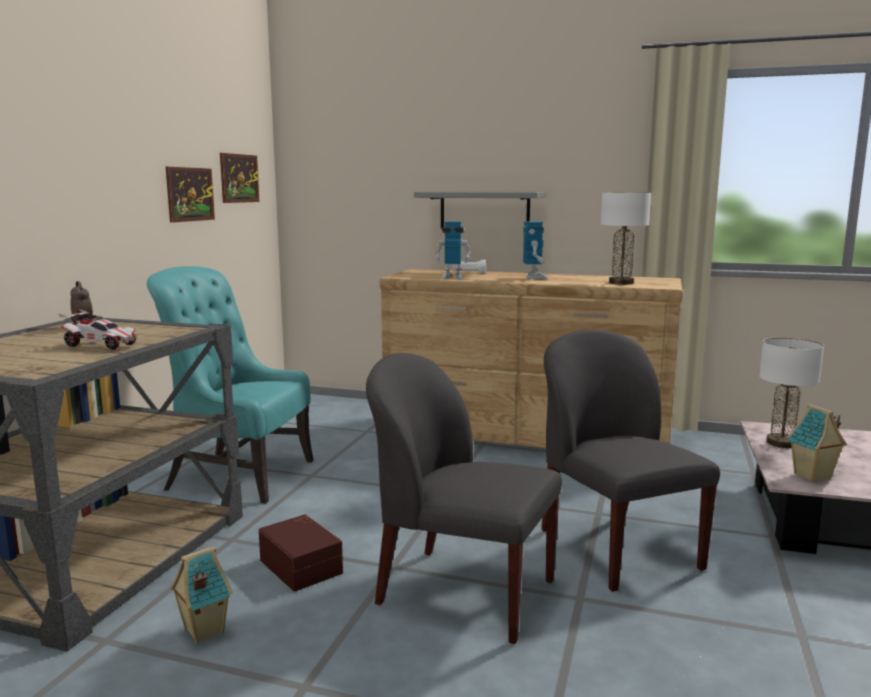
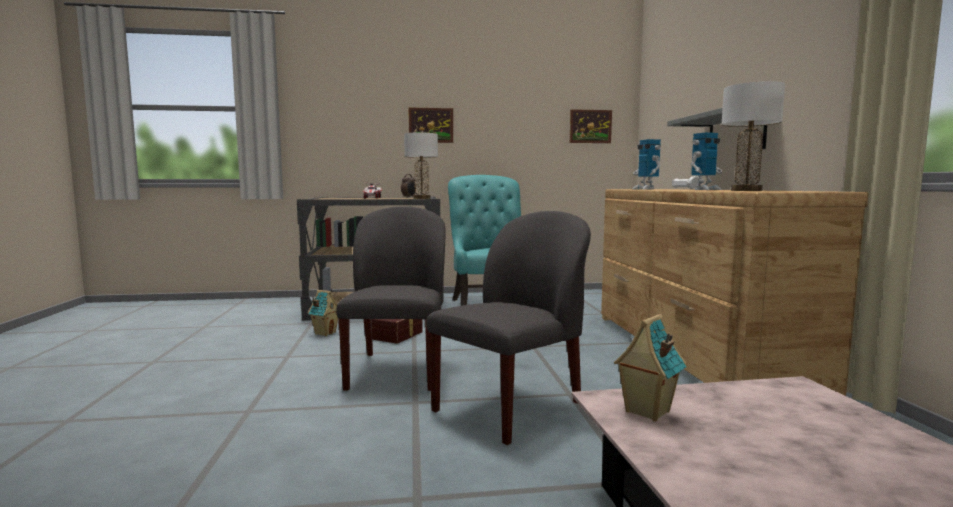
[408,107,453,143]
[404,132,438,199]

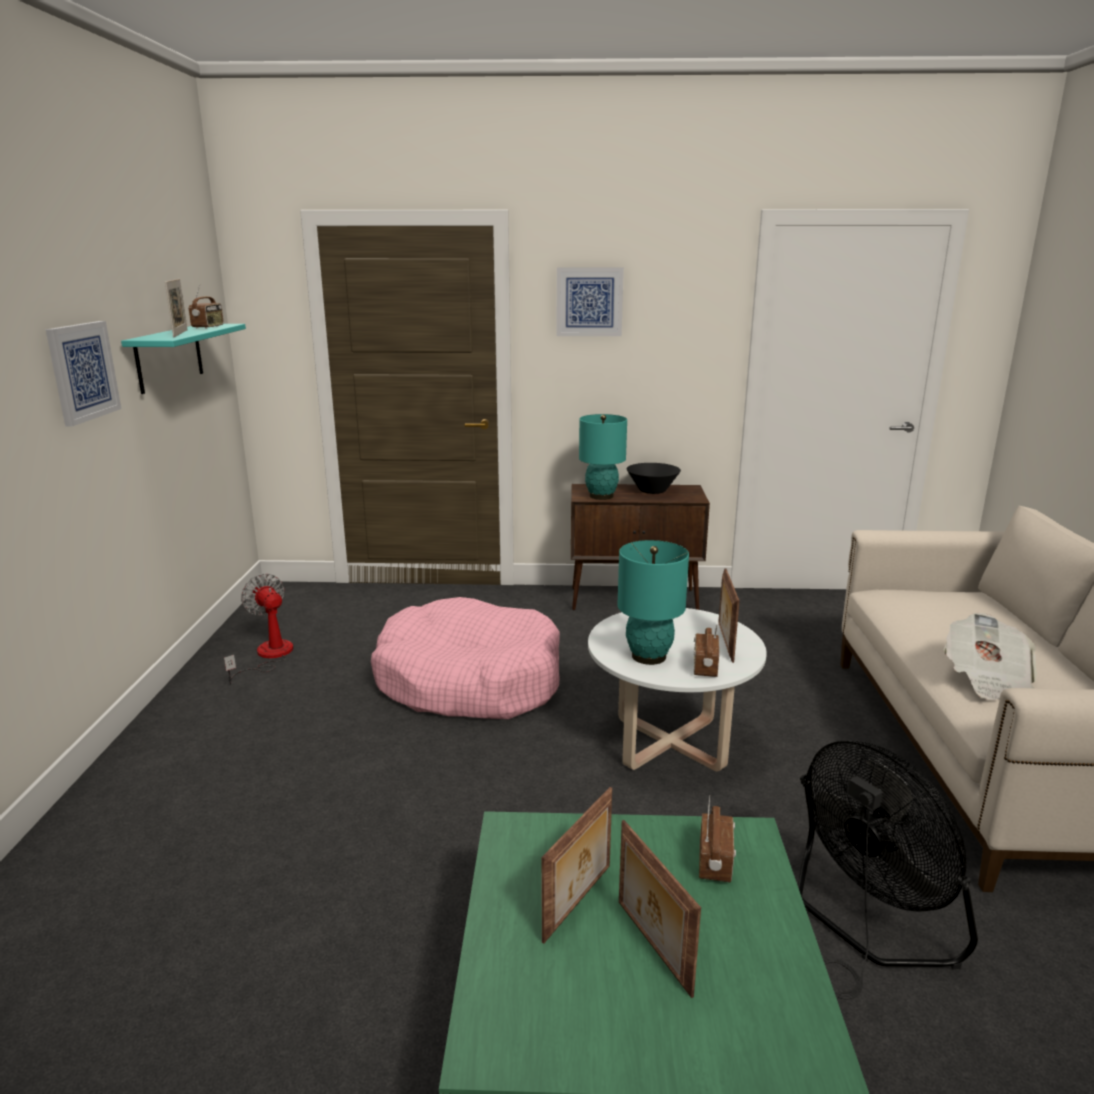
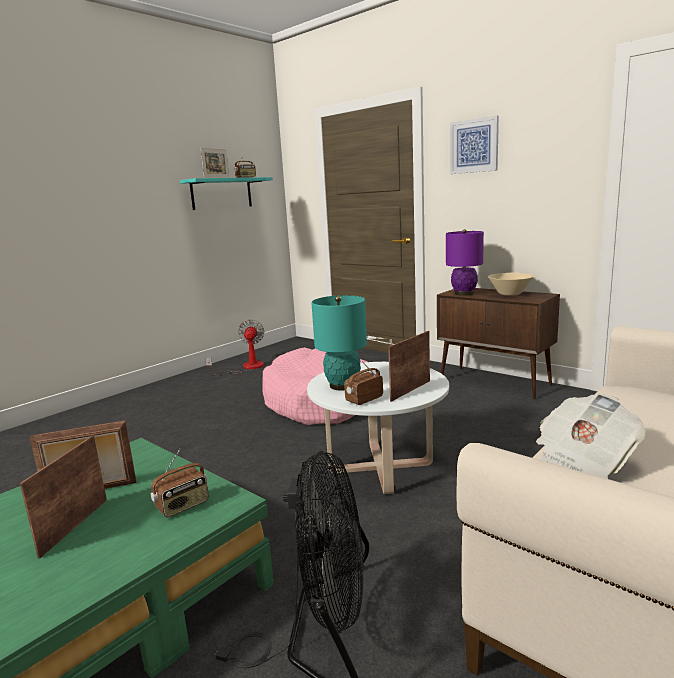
[46,321,121,426] (first image)
[446,229,484,296]
[488,273,534,296]

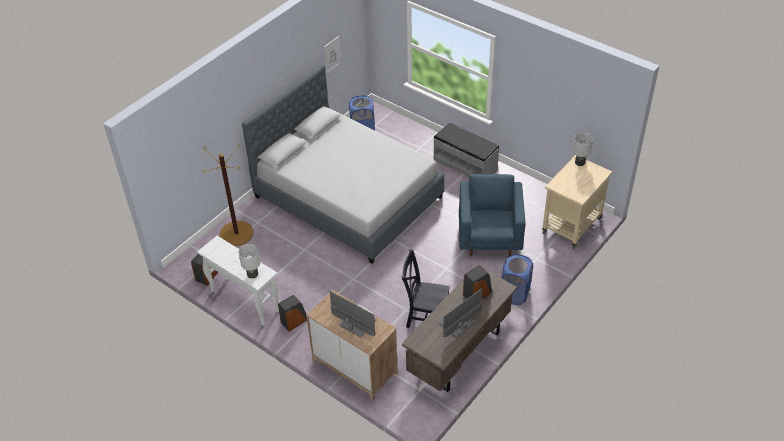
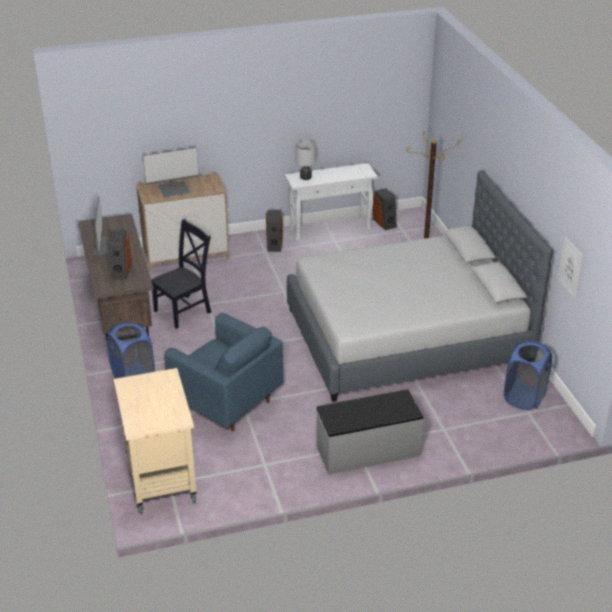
[573,133,593,166] (first image)

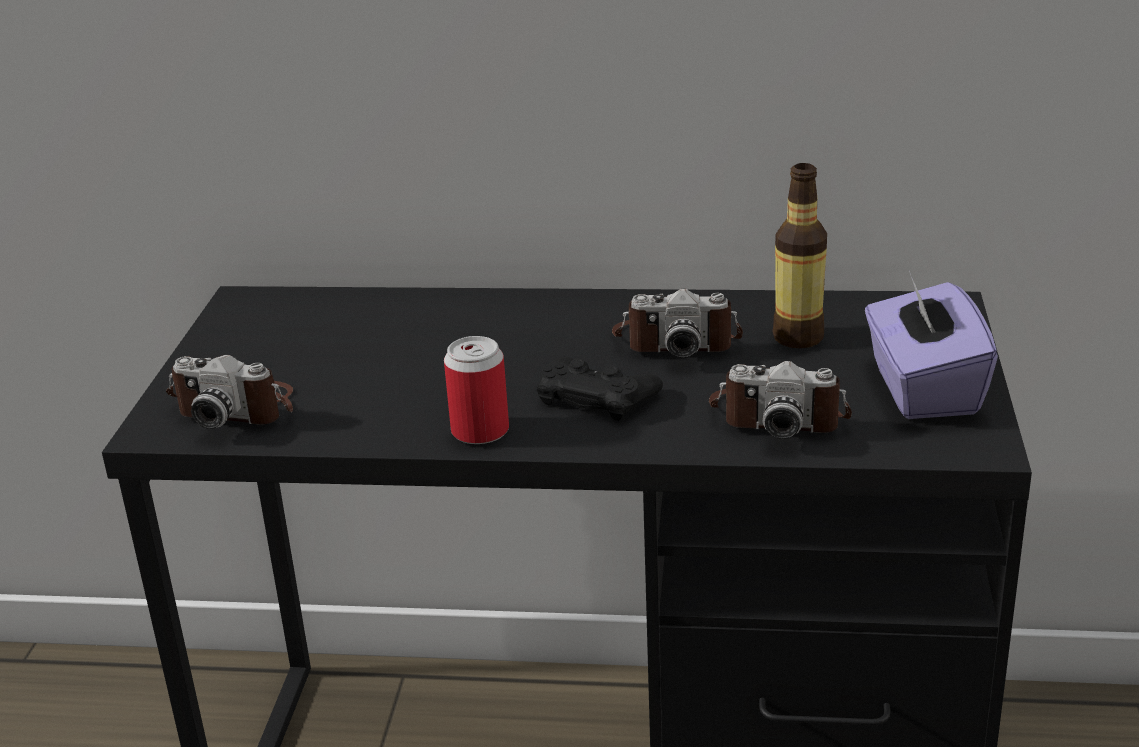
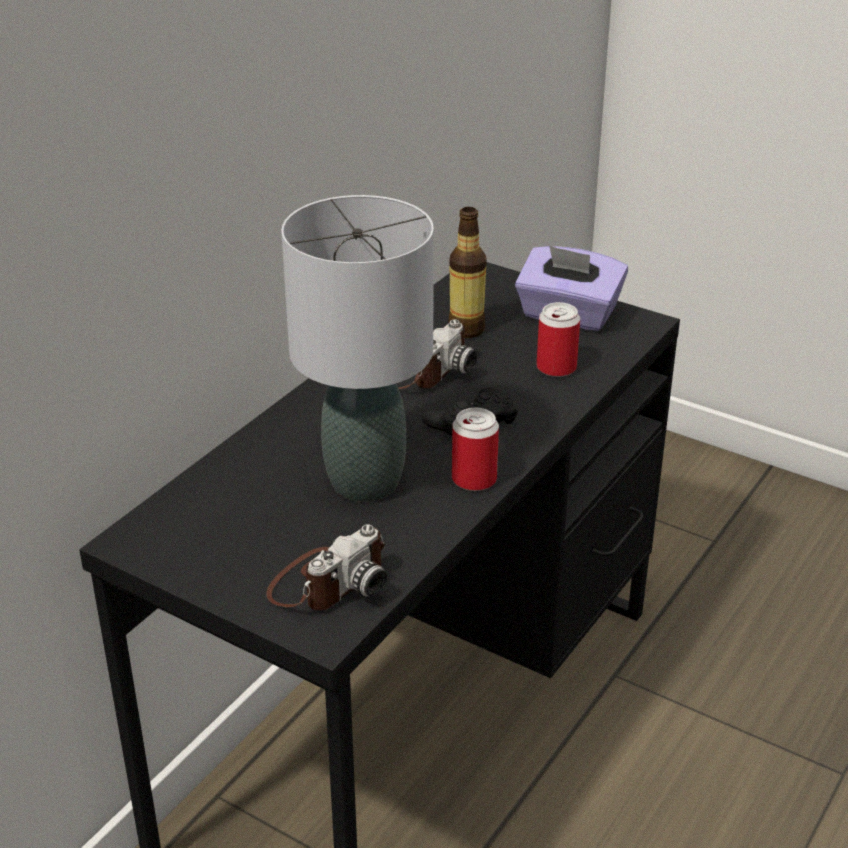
[537,302,580,377]
[281,195,434,502]

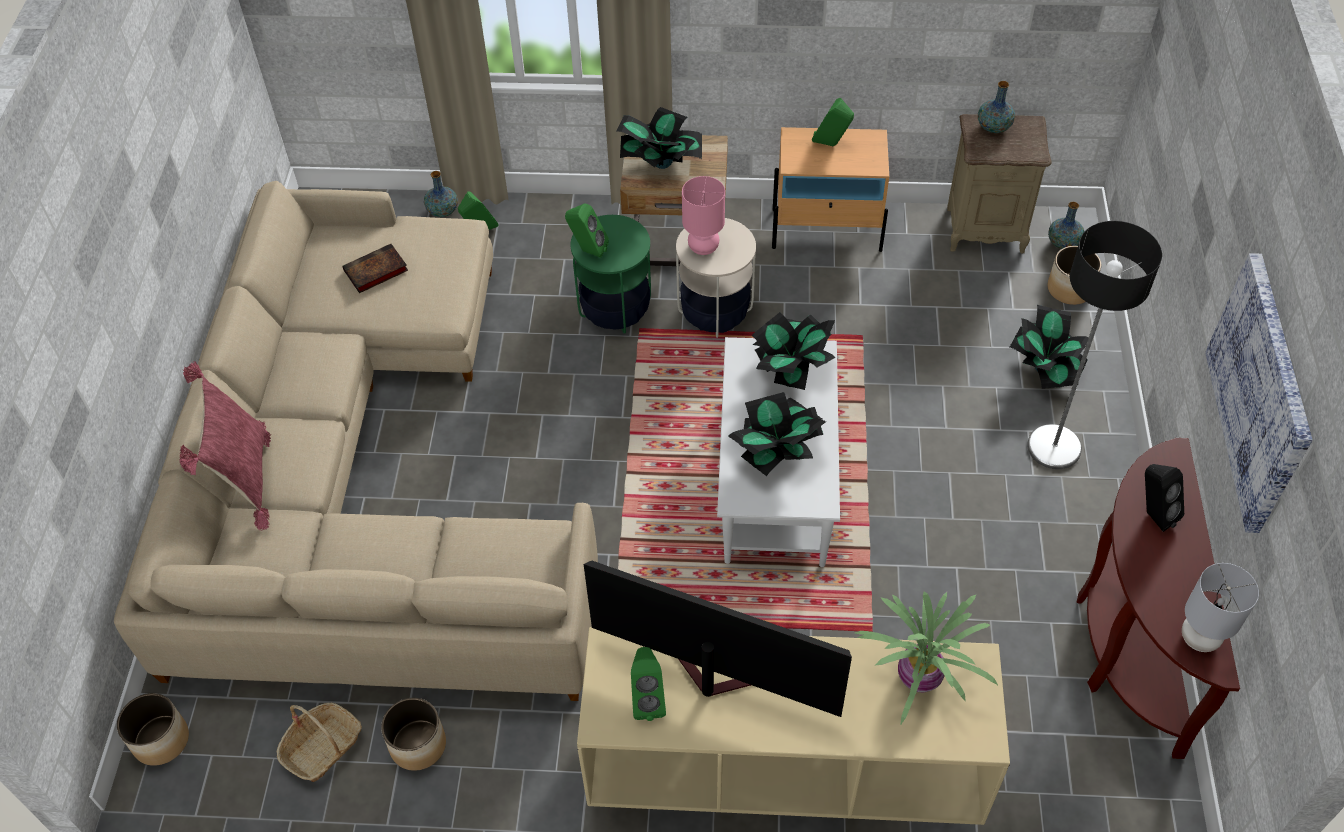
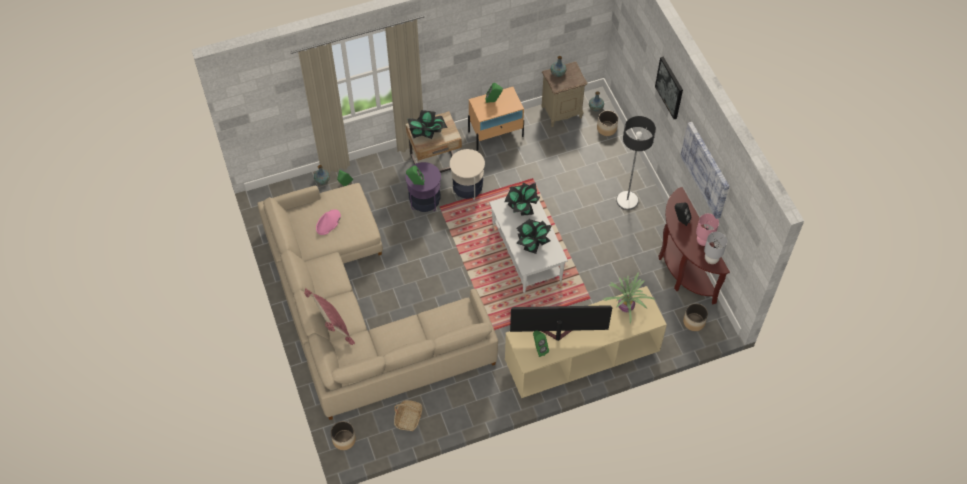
[316,209,341,235]
[683,303,708,331]
[405,162,441,212]
[696,214,719,246]
[1010,305,1089,389] (first image)
[655,57,683,119]

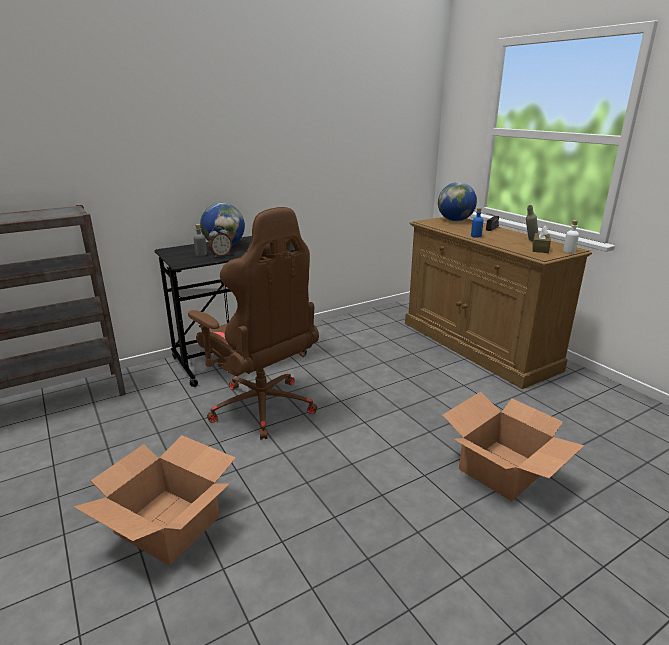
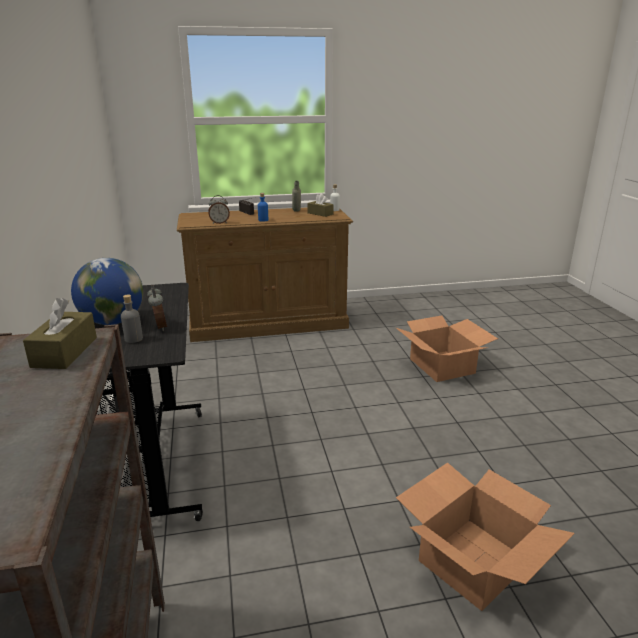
[188,207,319,440] (first image)
[438,182,477,221] (first image)
[23,298,97,369]
[208,195,230,224]

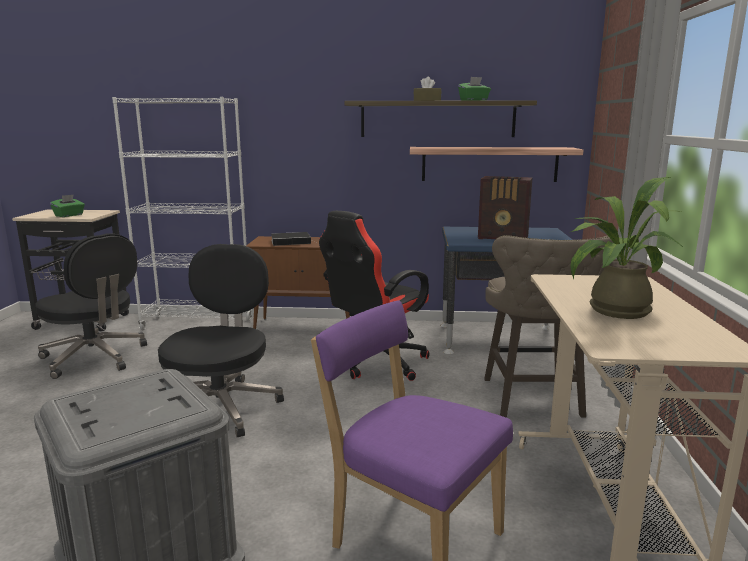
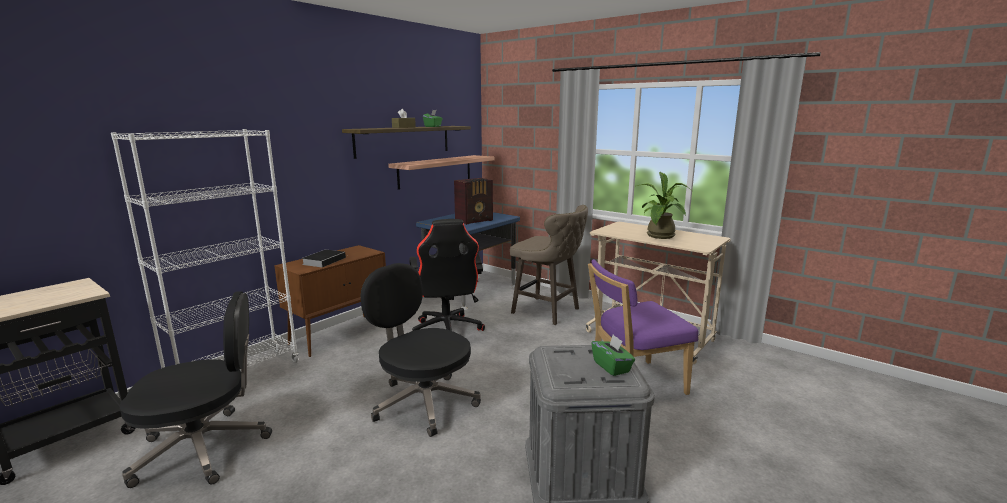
[591,334,635,376]

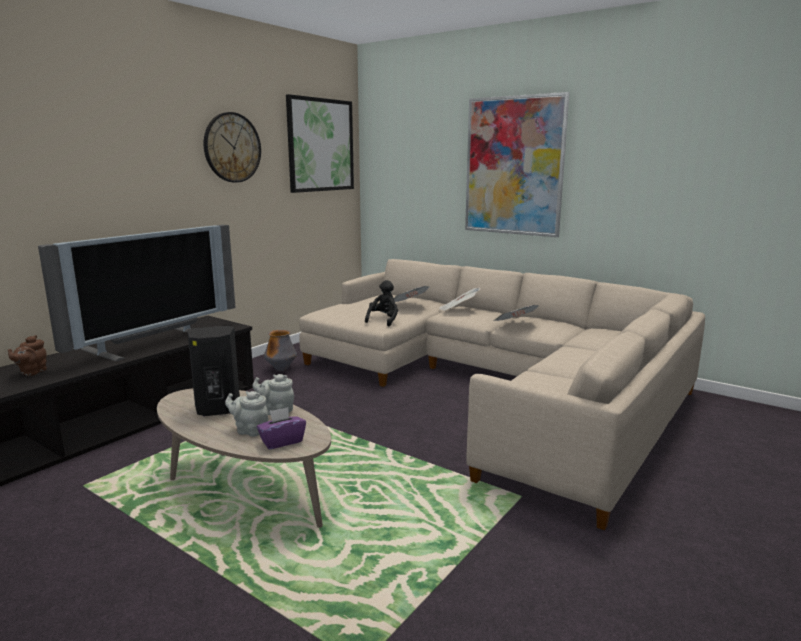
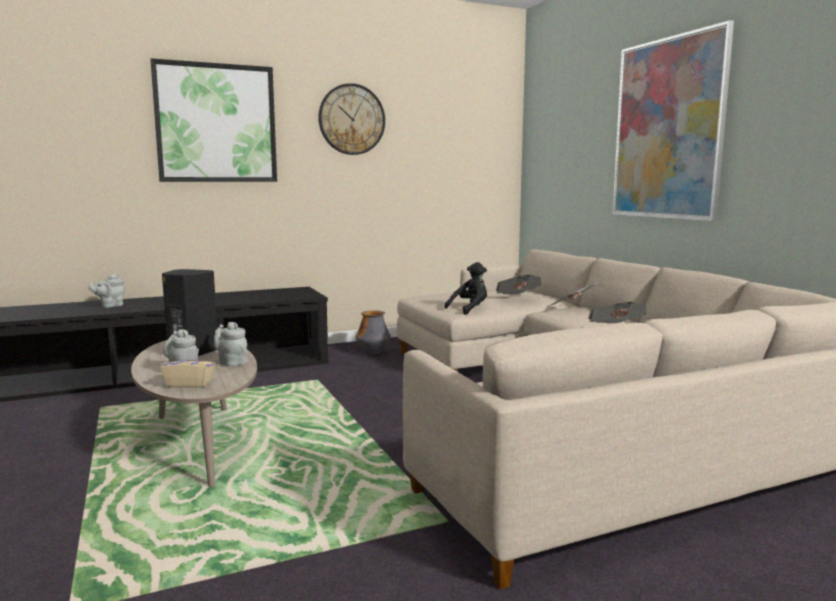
[88,274,125,308]
[38,225,235,361] (first image)
[160,348,215,388]
[150,58,277,182]

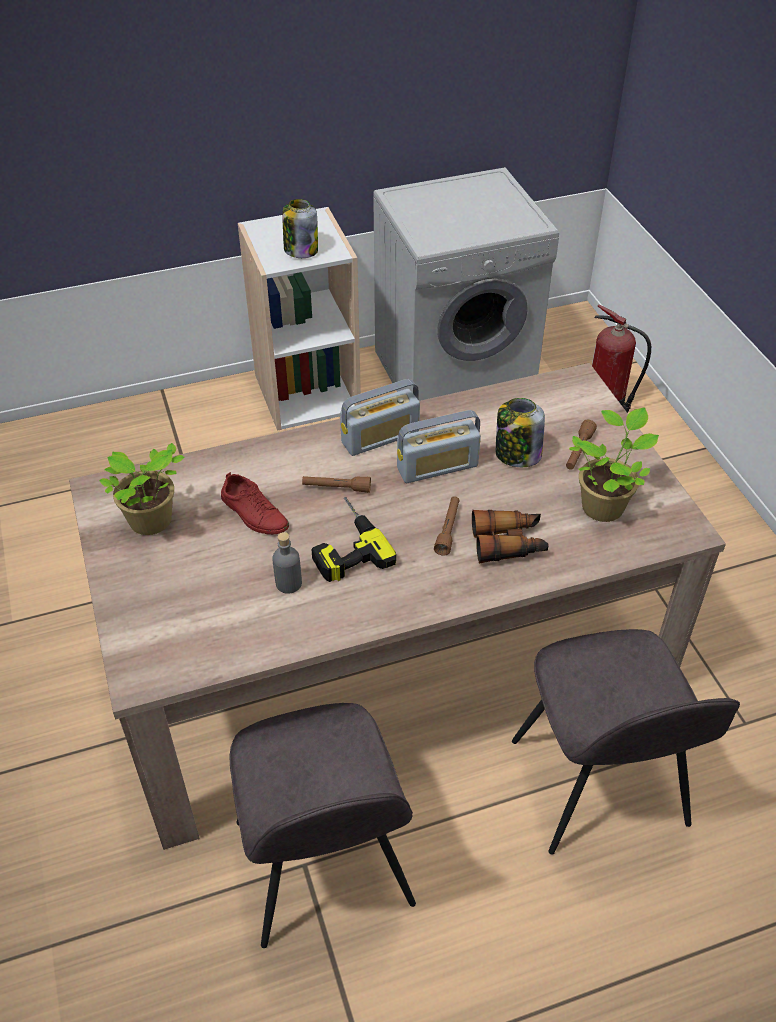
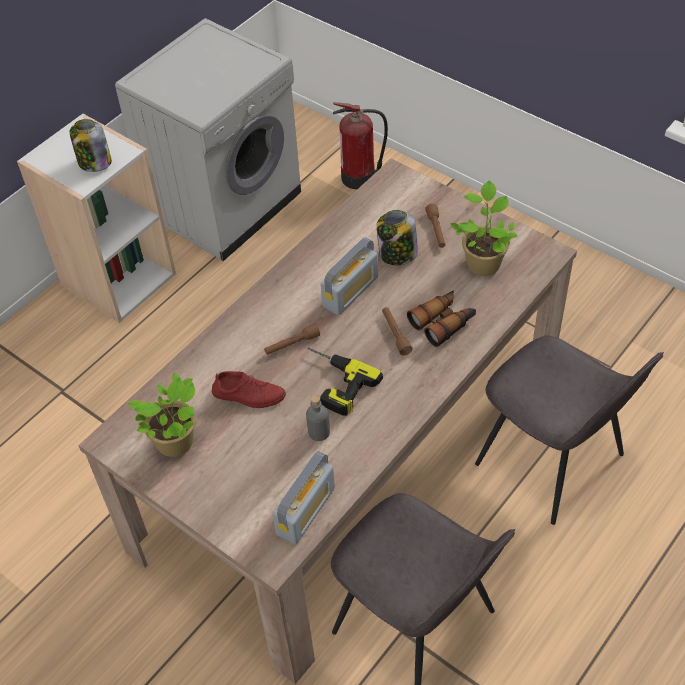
[272,451,335,544]

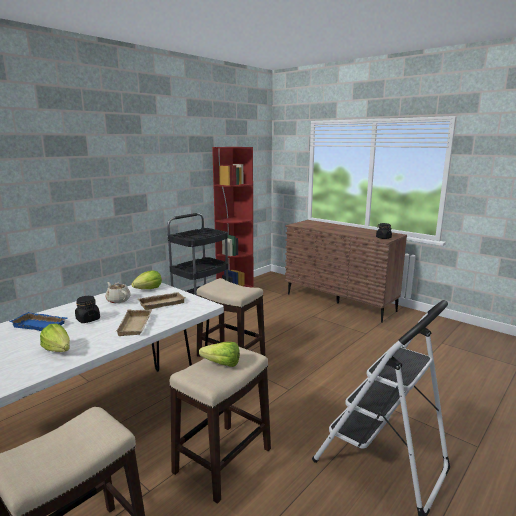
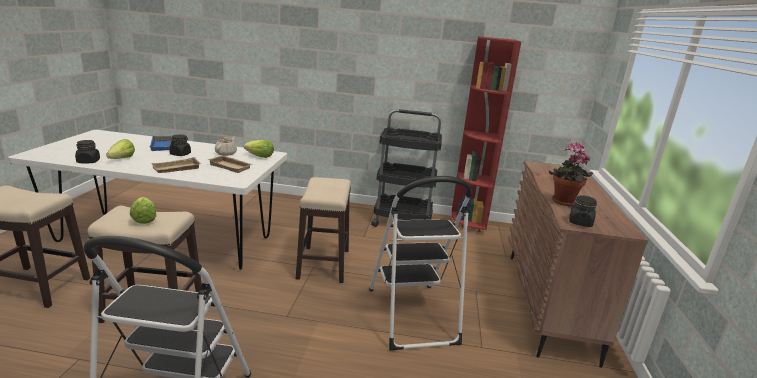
[75,140,100,164]
[369,176,472,351]
[549,142,593,206]

